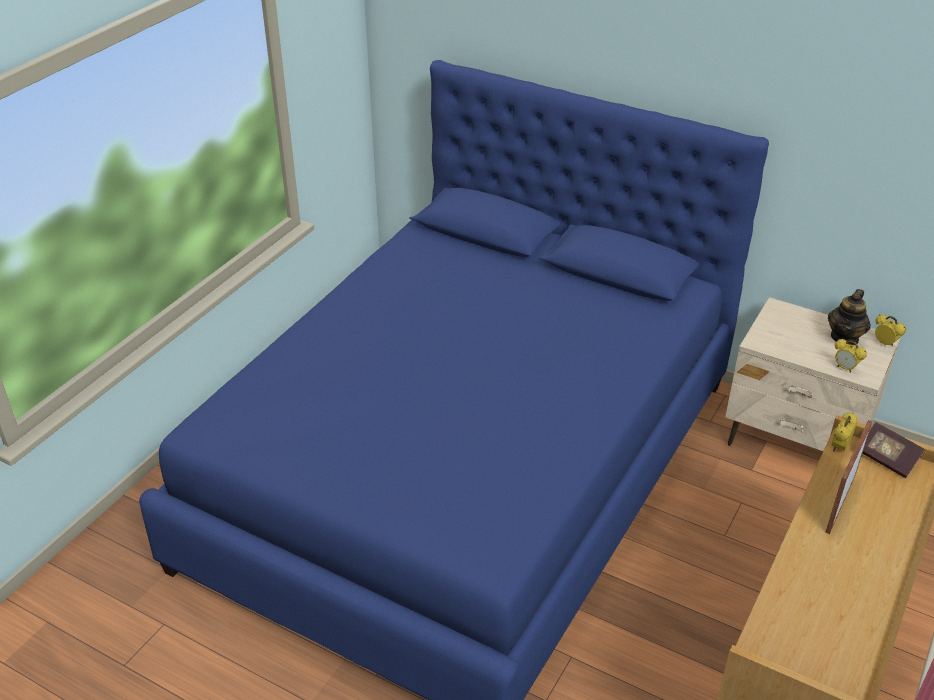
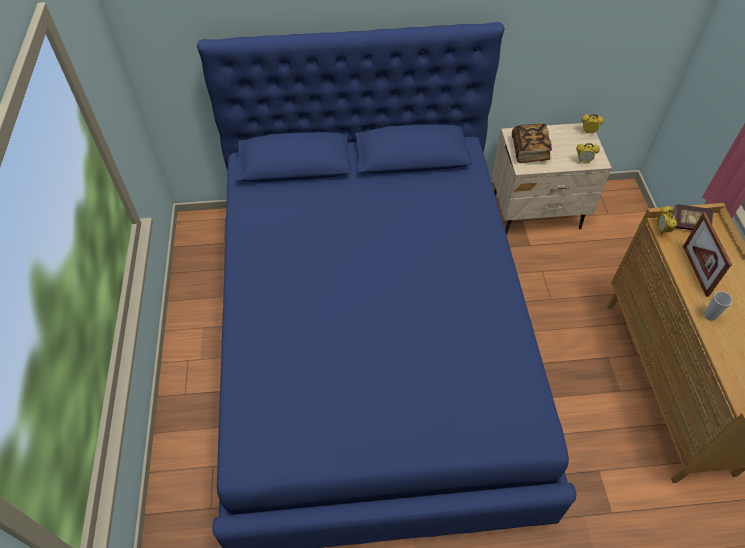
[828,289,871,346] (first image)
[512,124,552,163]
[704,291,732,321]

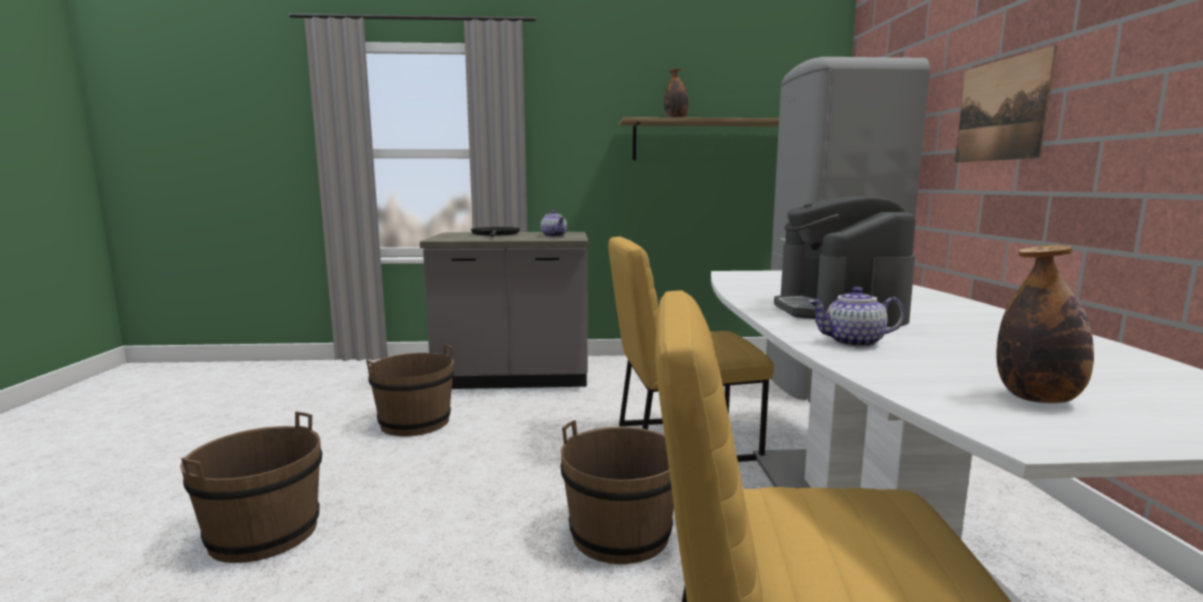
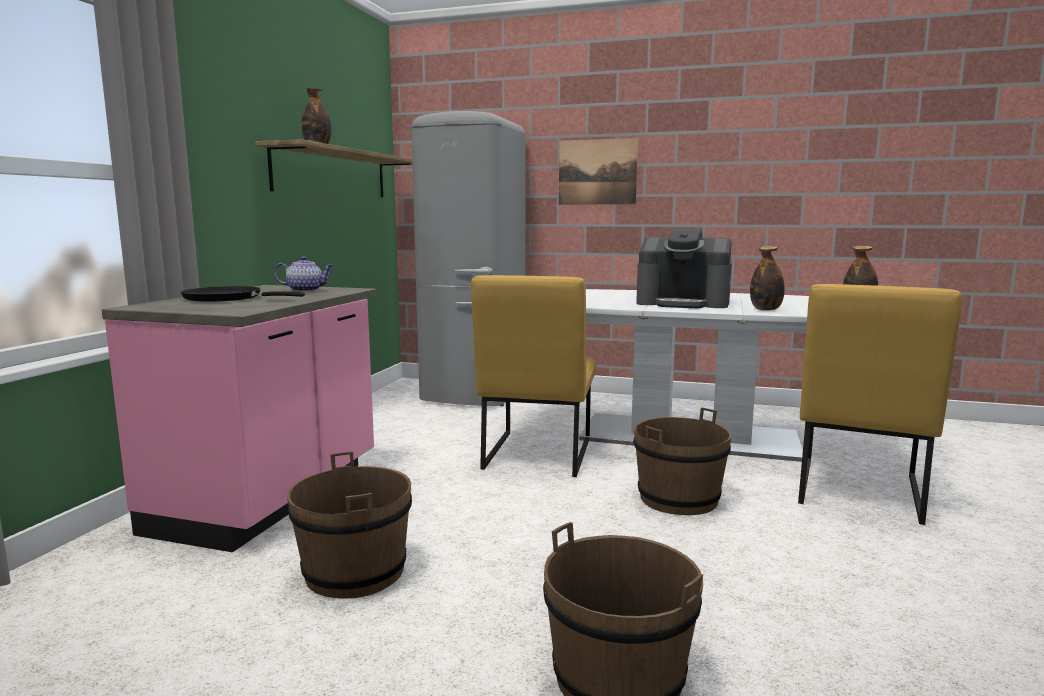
[102,285,376,552]
[750,246,785,311]

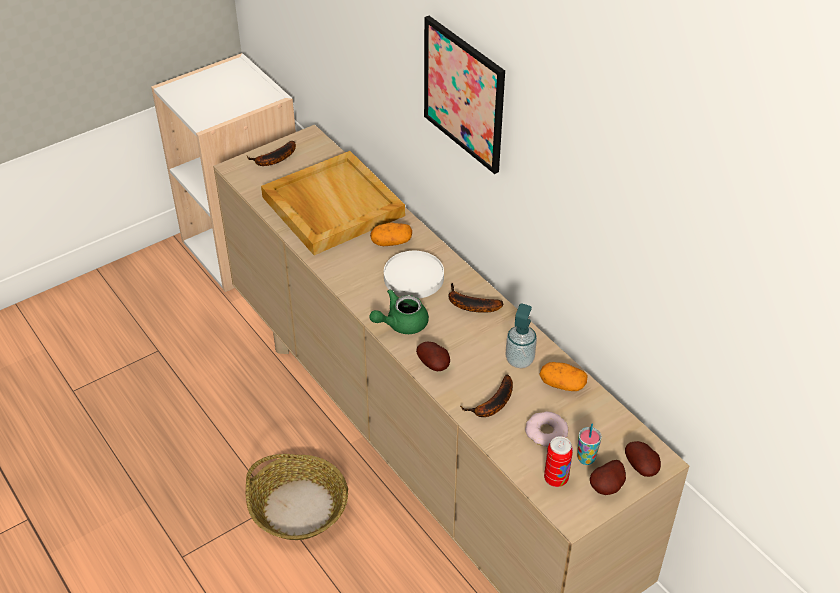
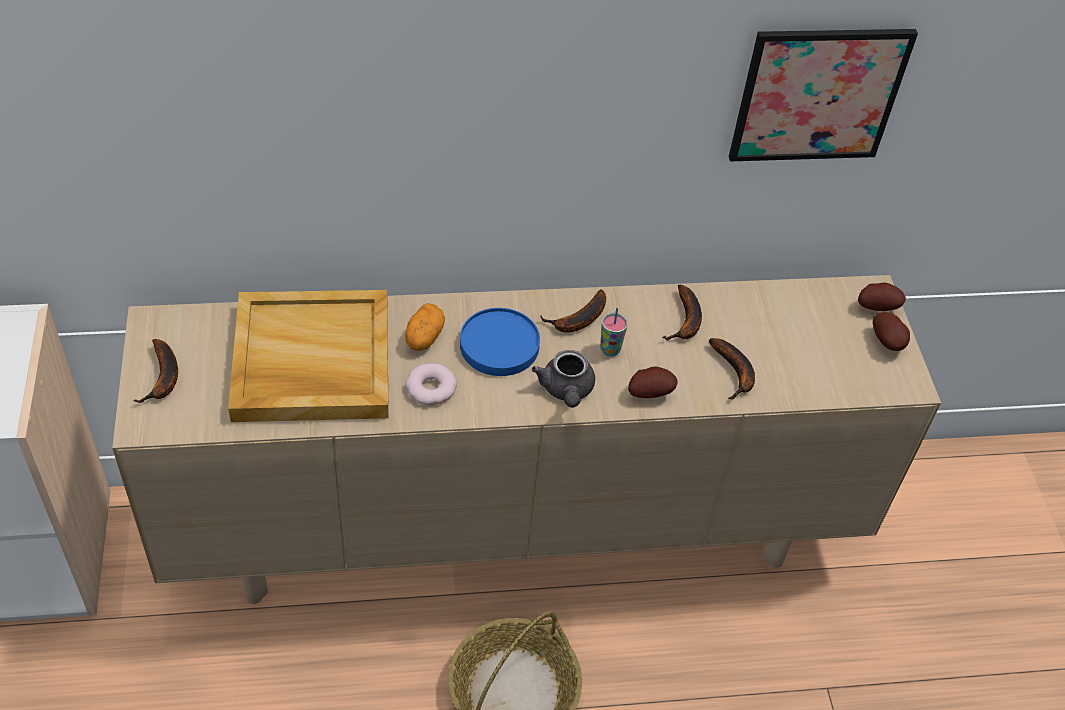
[532,350,595,408]
[460,308,540,376]
[729,29,918,161]
[662,285,702,340]
[405,363,457,405]
[539,362,588,391] (first image)
[544,436,573,487] (first image)
[600,308,628,356]

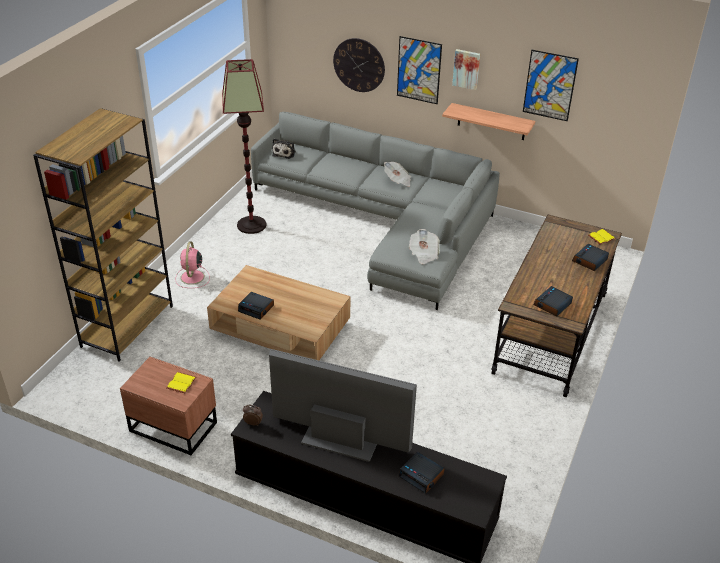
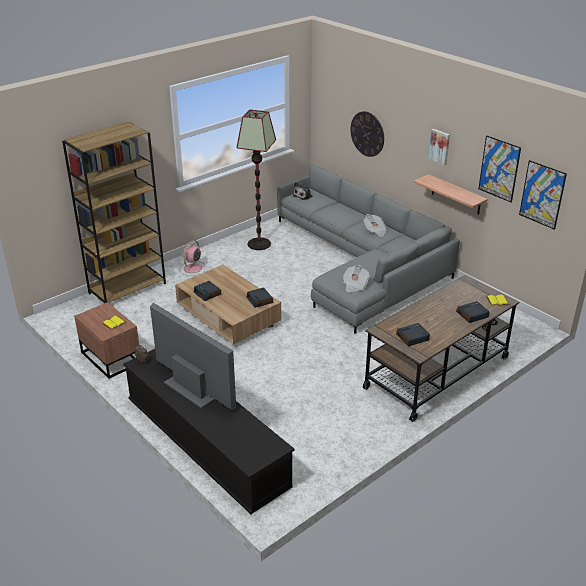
[519,160,567,230]
[247,288,273,308]

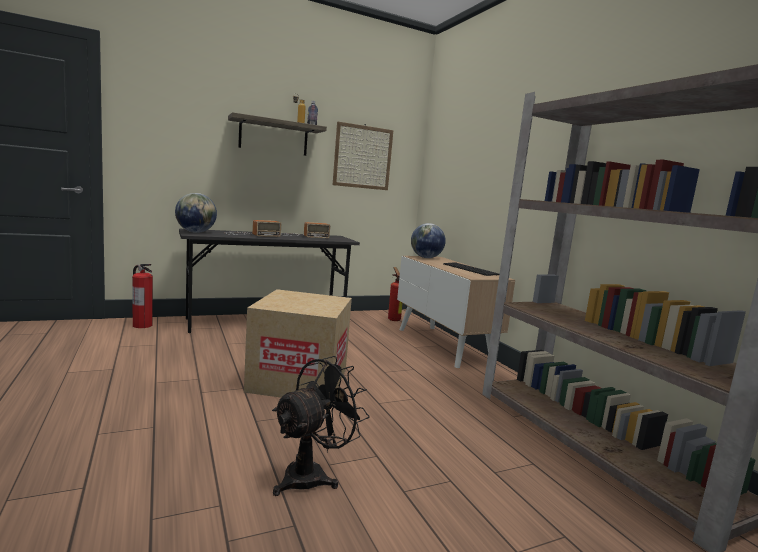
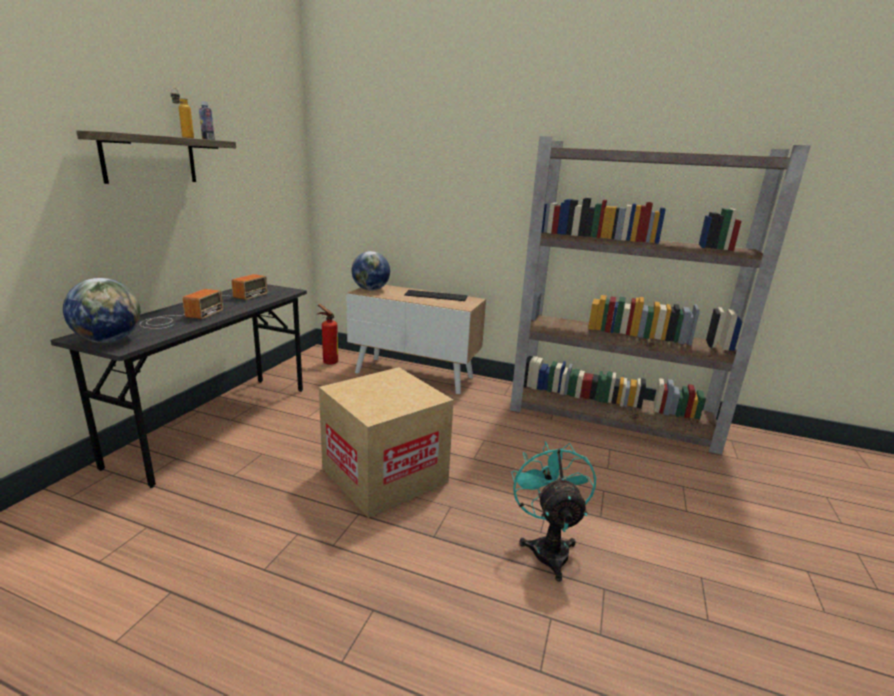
[132,264,153,328] (first image)
[511,441,596,582]
[333,122,393,190] (first image)

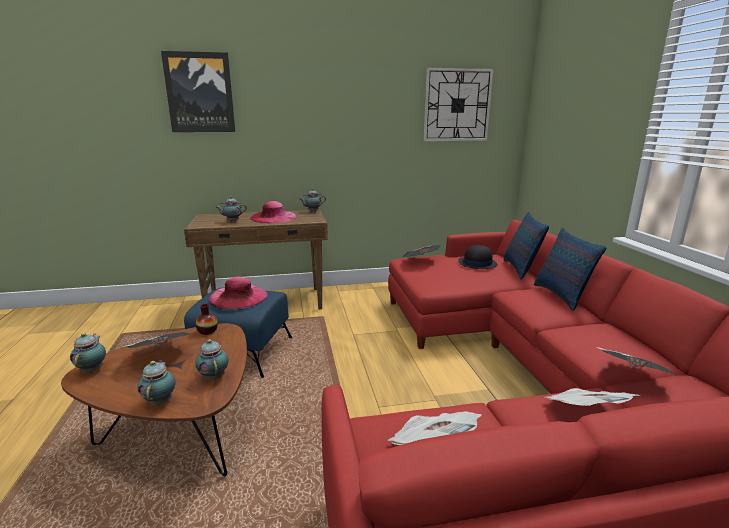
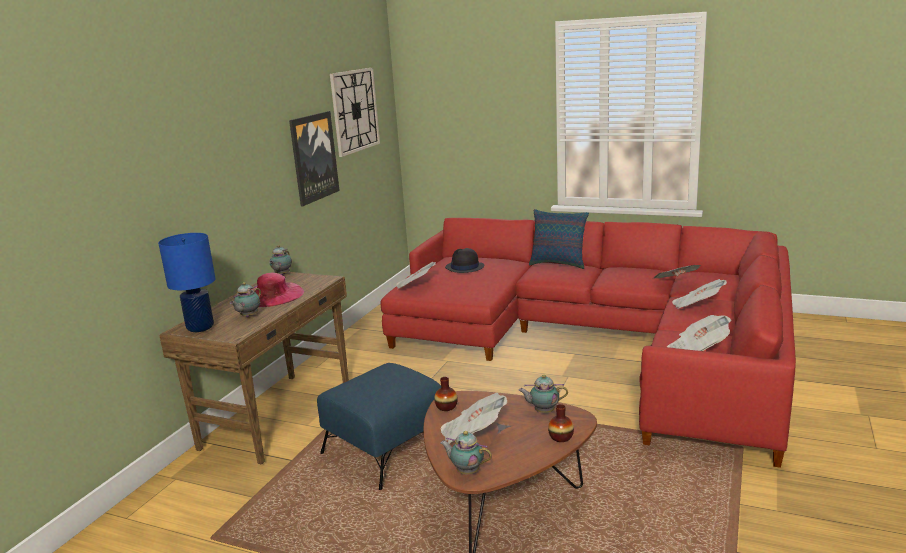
[548,404,574,442]
[289,111,340,206]
[209,277,268,310] (first image)
[504,212,549,279] (first image)
[158,233,216,332]

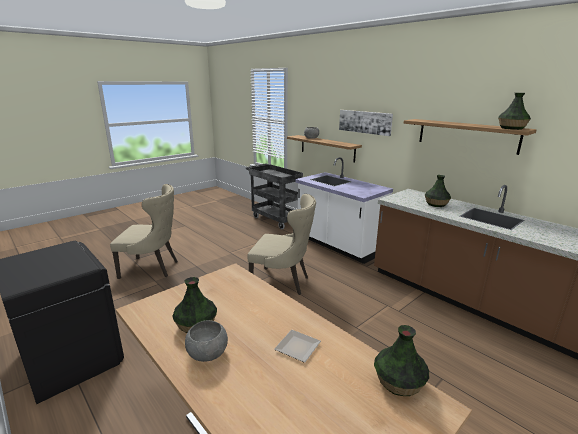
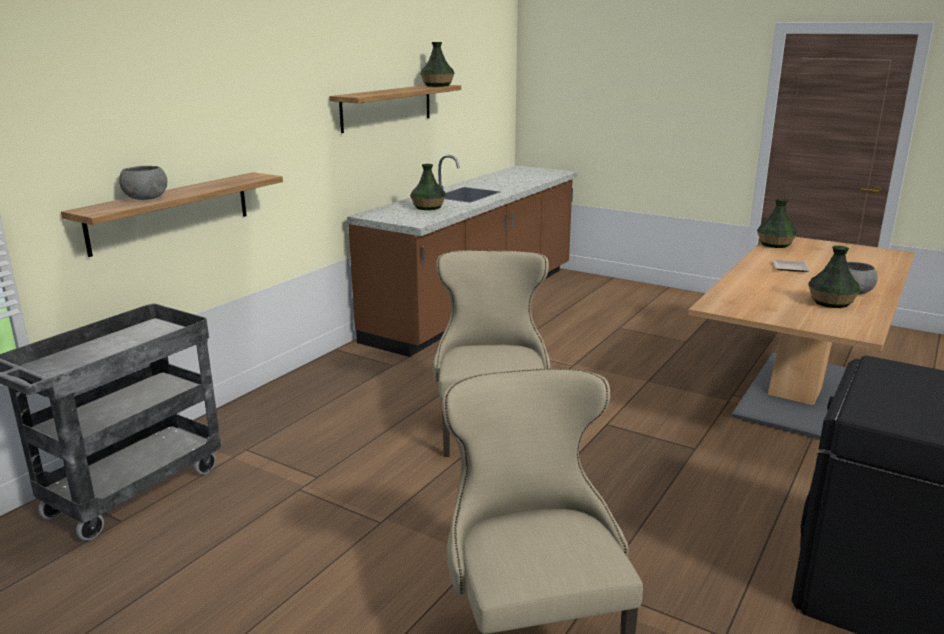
[295,157,393,264] (first image)
[339,110,393,136] (first image)

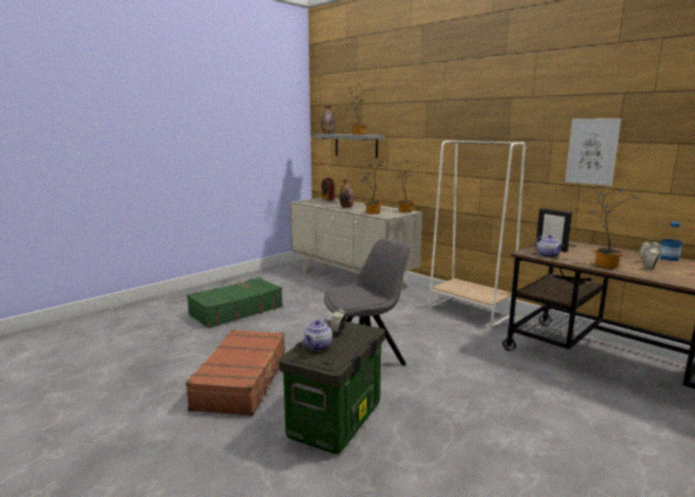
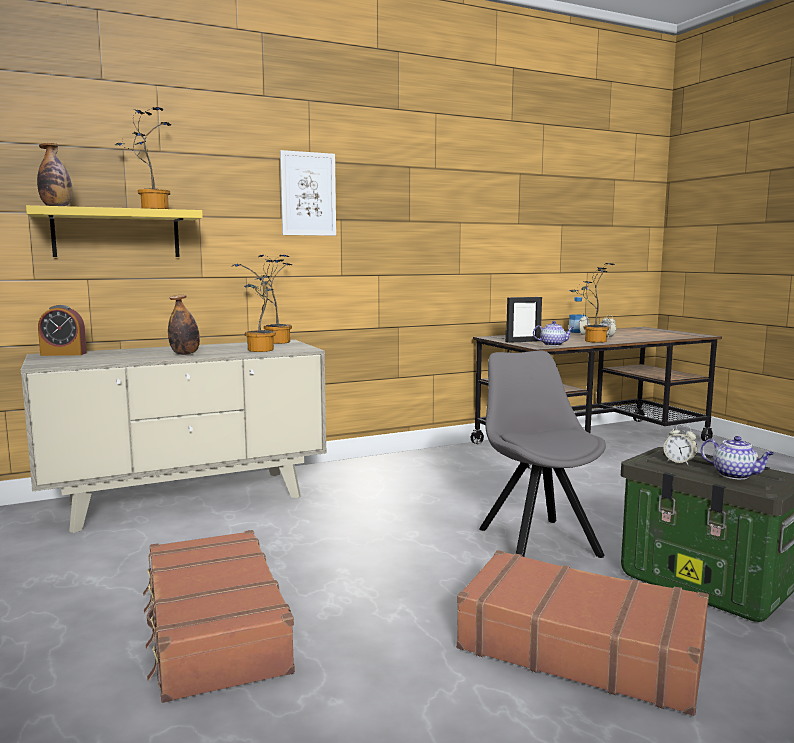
[143,530,295,703]
[26,205,203,257]
[429,140,525,327] (first image)
[280,150,336,236]

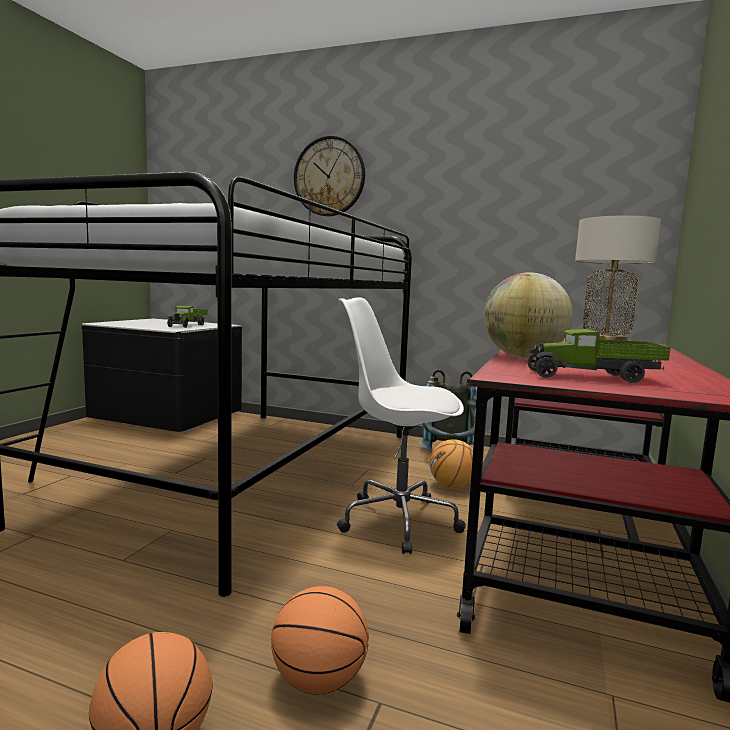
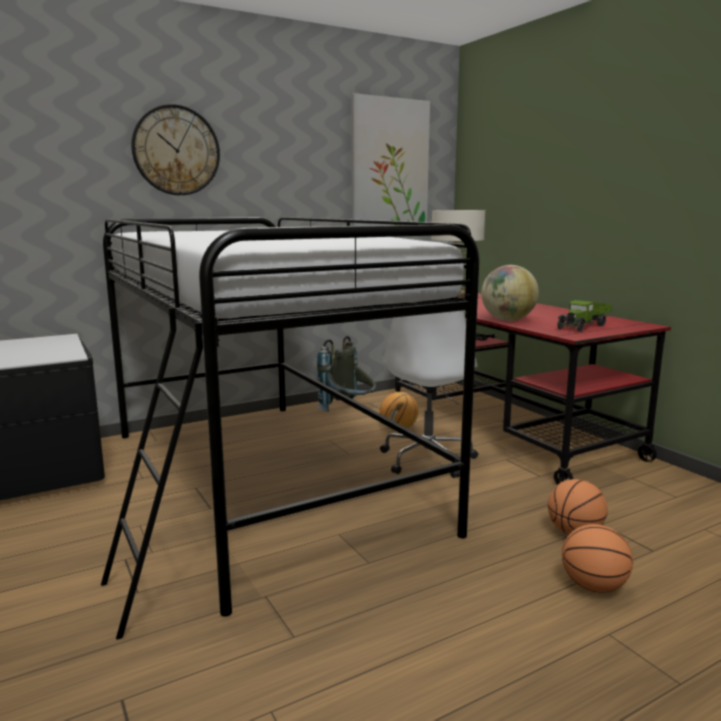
[167,306,208,328] (first image)
[380,310,478,478]
[351,93,430,226]

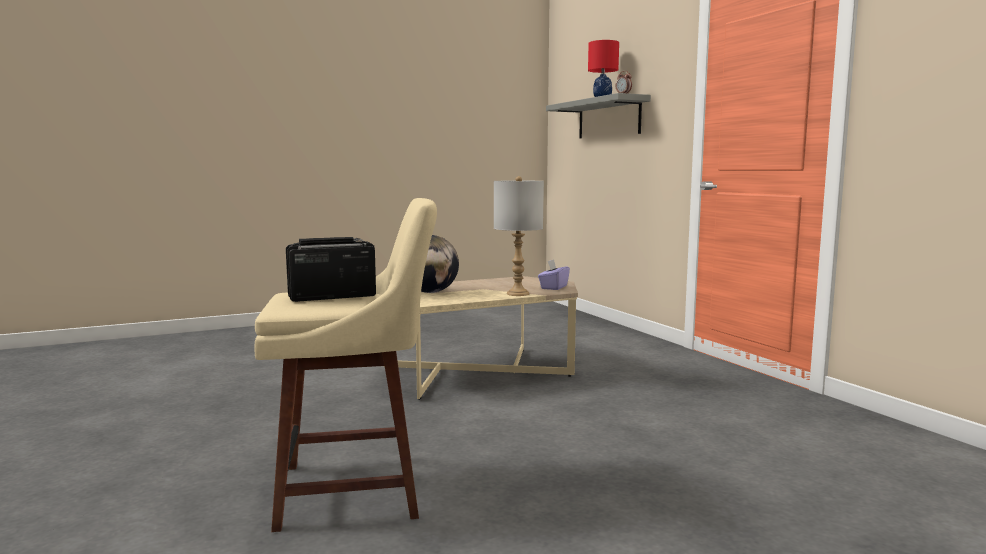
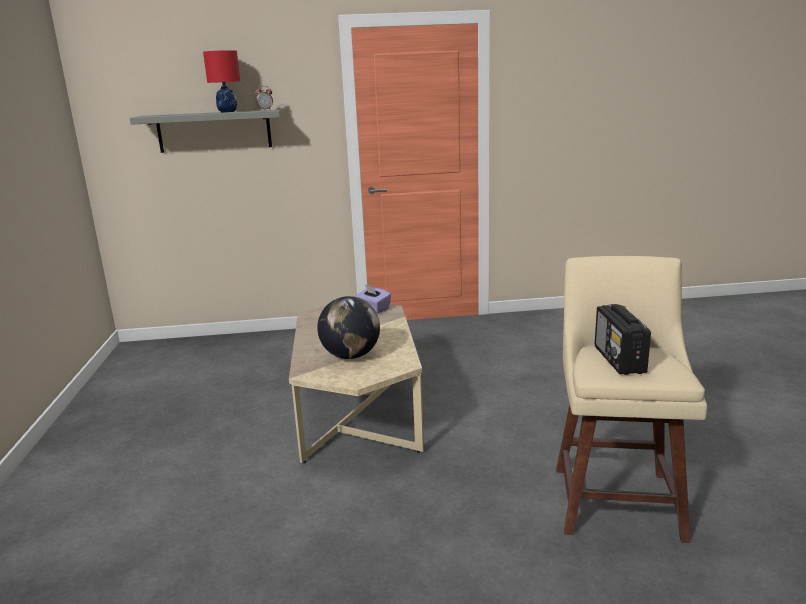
[494,176,544,296] (first image)

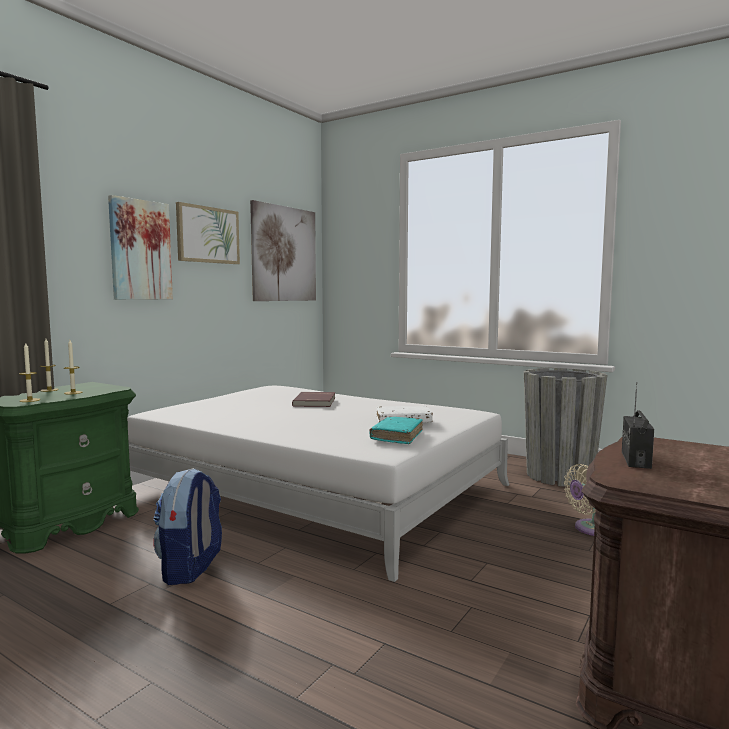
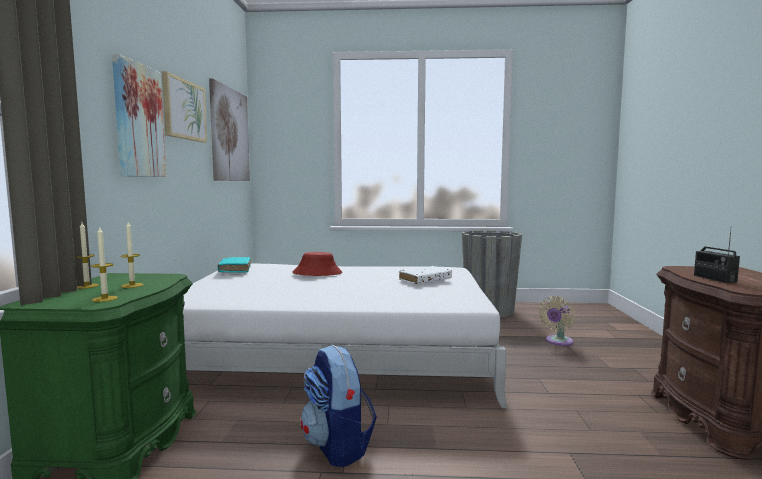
[292,252,342,276]
[218,257,251,273]

